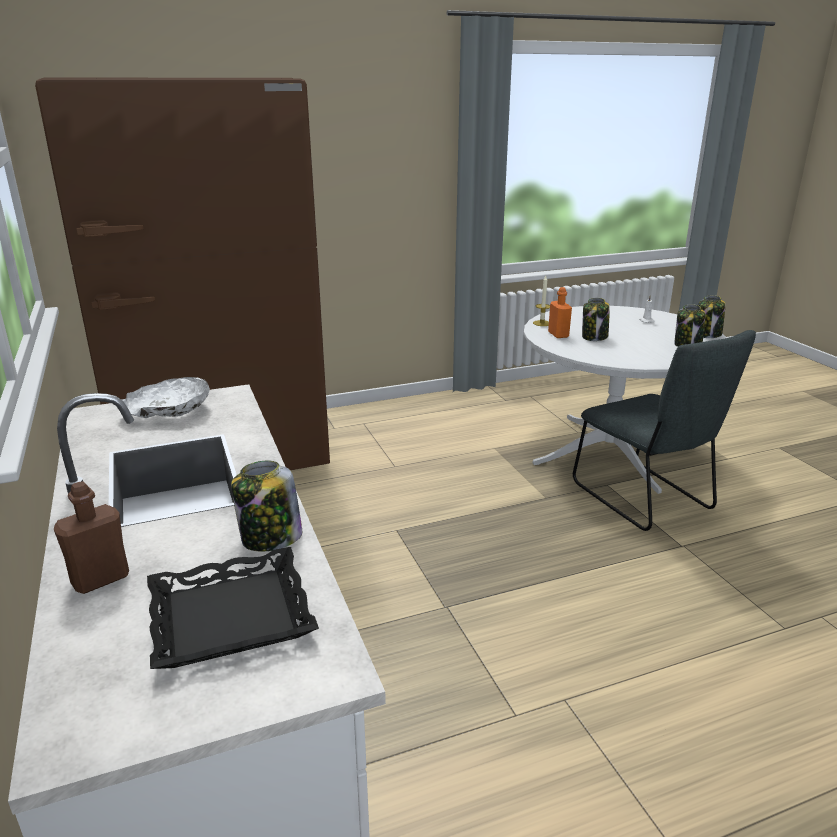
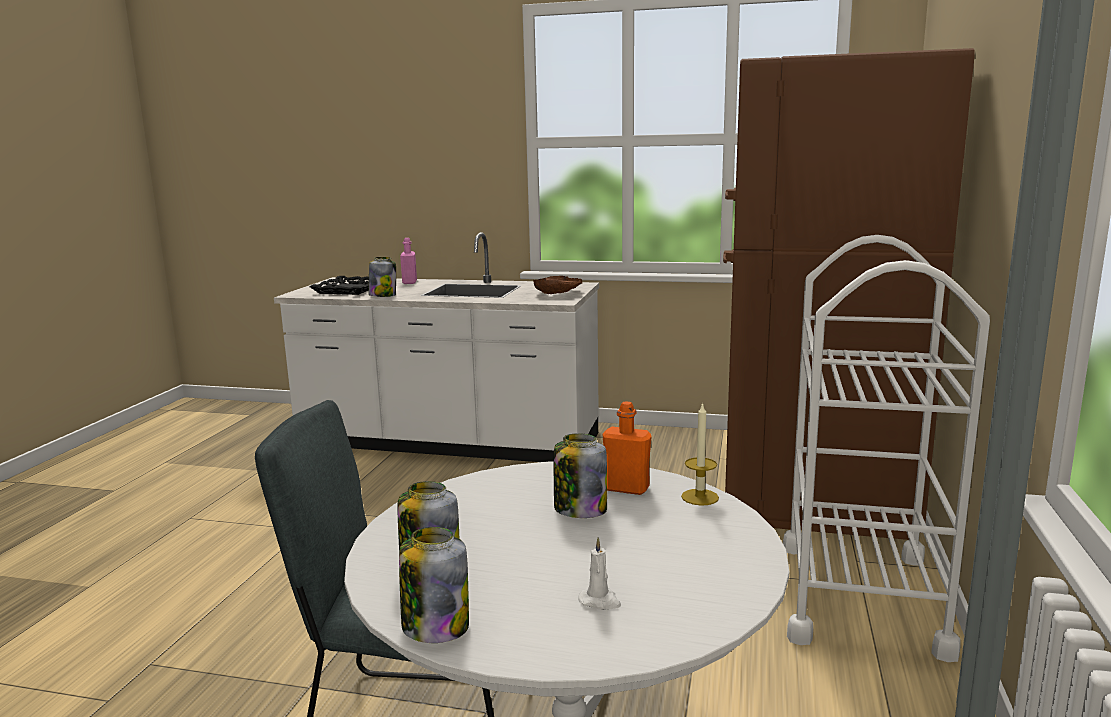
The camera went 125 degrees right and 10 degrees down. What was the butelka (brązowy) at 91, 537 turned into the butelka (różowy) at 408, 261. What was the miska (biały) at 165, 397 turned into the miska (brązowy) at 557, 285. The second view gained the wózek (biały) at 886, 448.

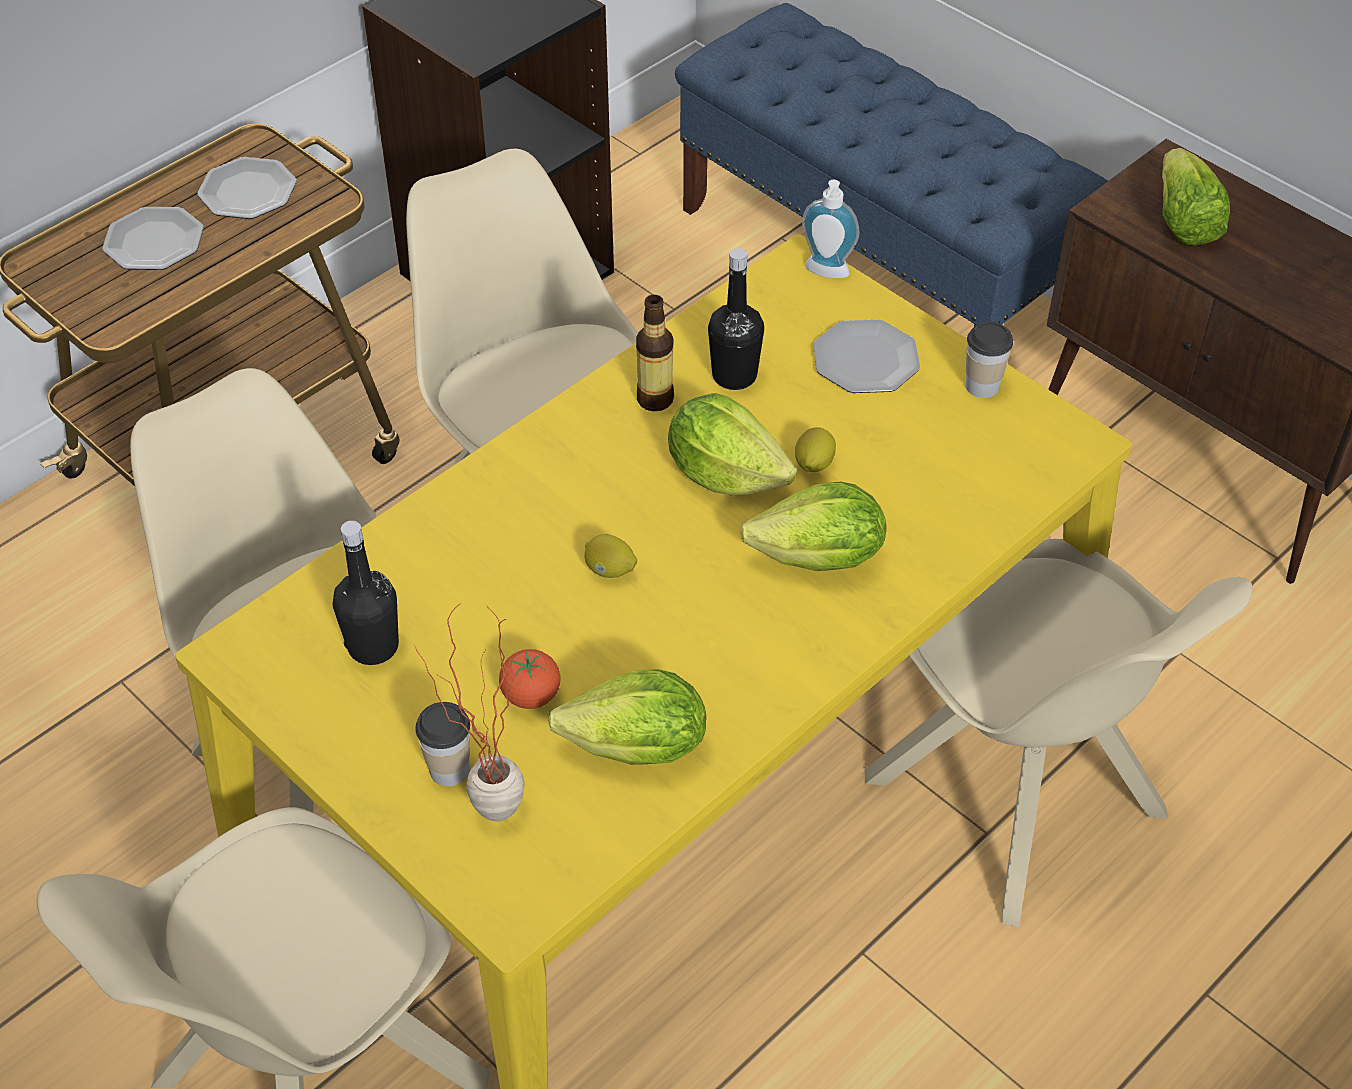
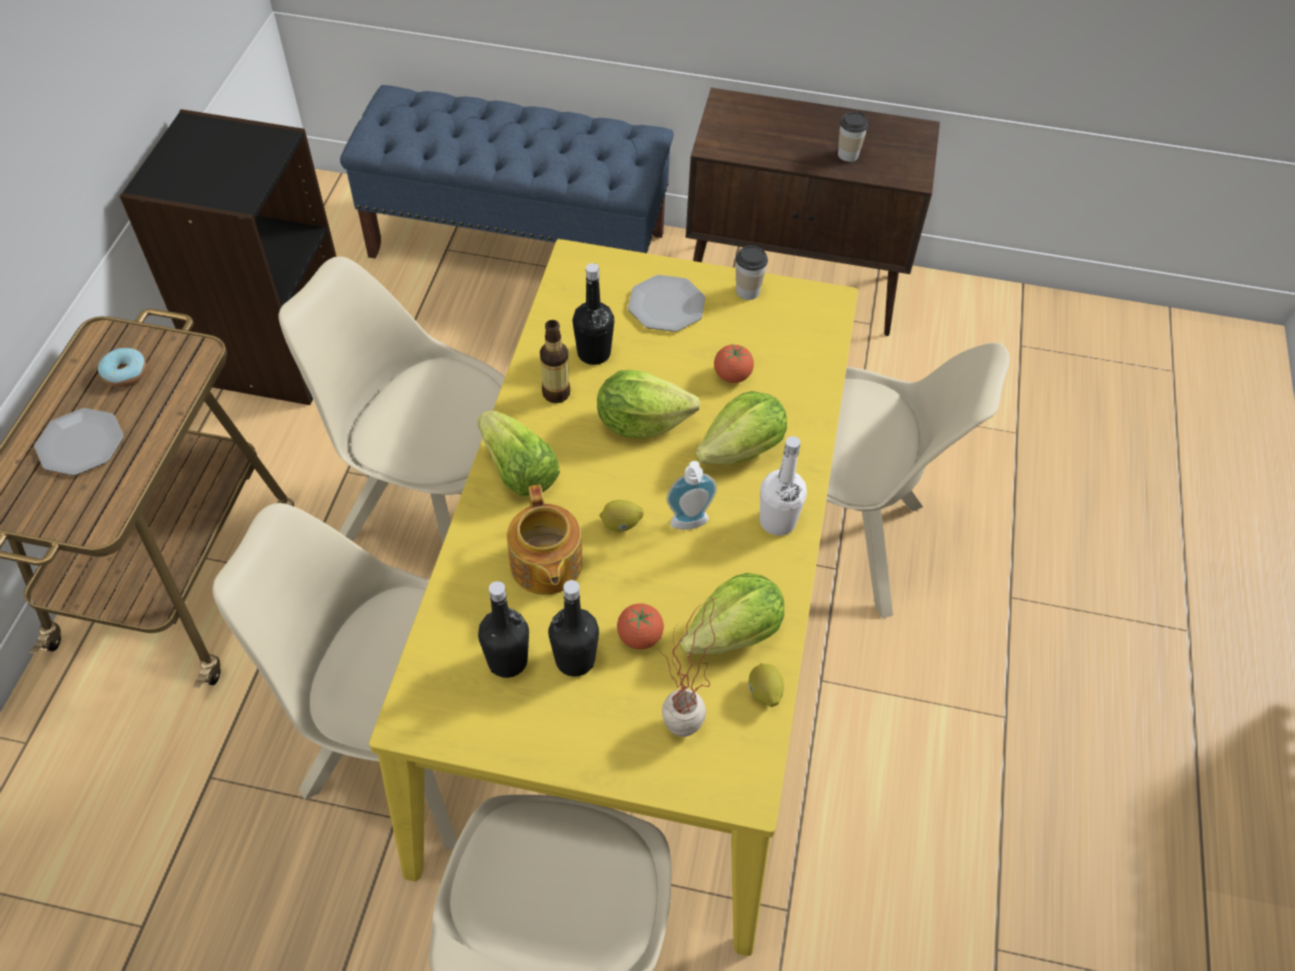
The camera went 35 degrees left and 5 degrees up. Where the talerz stood at 247, 188, the donut came to stand at 122, 367. The sałata ended up elsewhere, having gone from 1196, 196 to 518, 454. The second view gained the imbryk at 545, 540. The second view gained the butelka (czarny) at 573, 628. The dozownik mydła ended up elsewhere, having gone from 831, 229 to 691, 495. The second view gained the pomidor at 734, 363. The cytryna ended up elsewhere, having gone from 815, 449 to 766, 685. The second view gained the butelka (biały) at 783, 486. The filiżanka ended up elsewhere, having gone from 442, 744 to 853, 137.

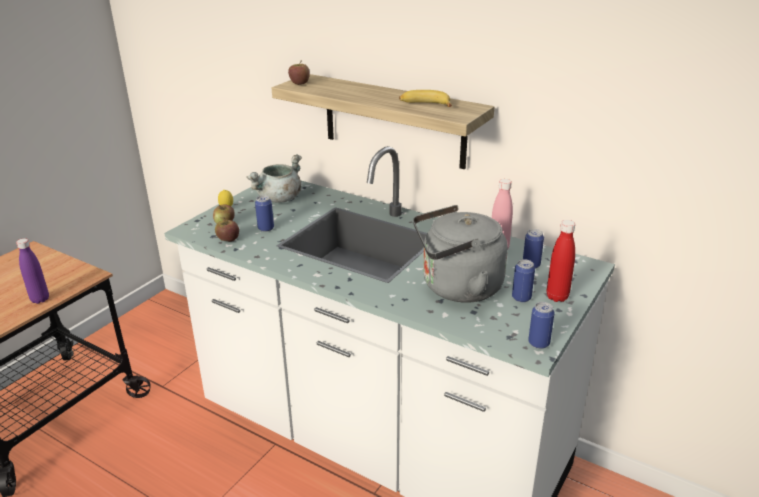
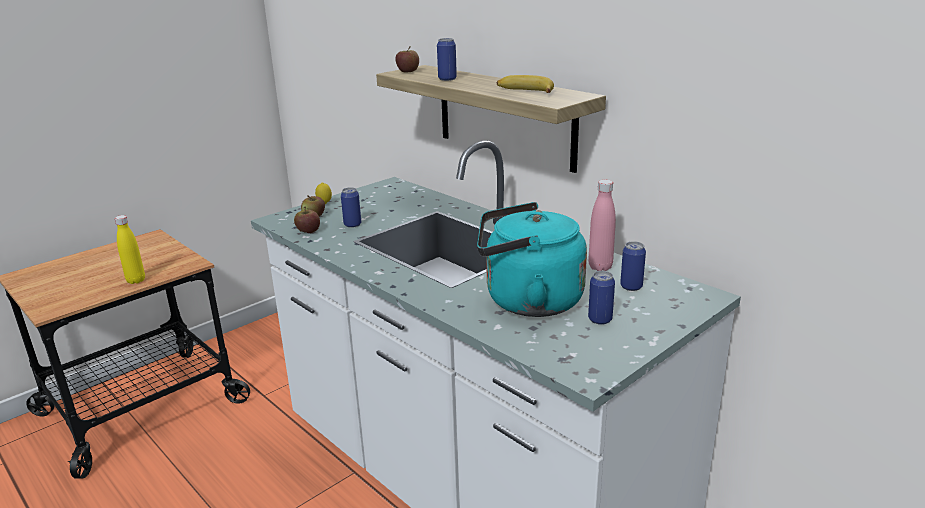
The camera went 15 degrees right and 5 degrees down. What was the butelka (fioletowy) at 32, 271 turned into the butelka (żółty) at 130, 249. The puszka ended up elsewhere, having gone from 541, 325 to 447, 59. What was the czajnik (szary) at 460, 254 turned into the czajnik (turkusowy) at 532, 259. The second view lost the garnek (szary) at 274, 178. The second view lost the butelka (czerwony) at 560, 261.

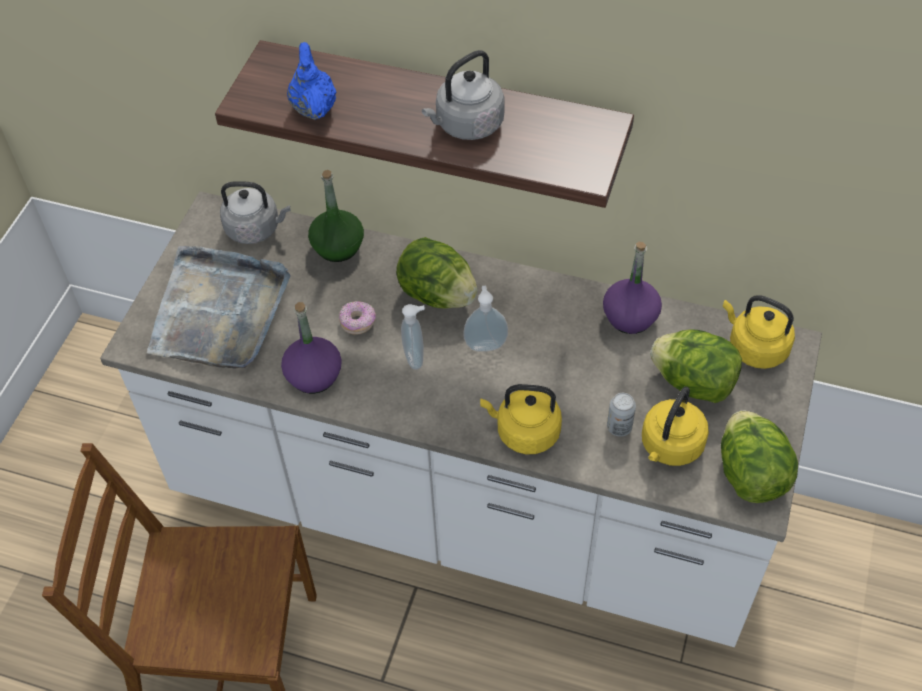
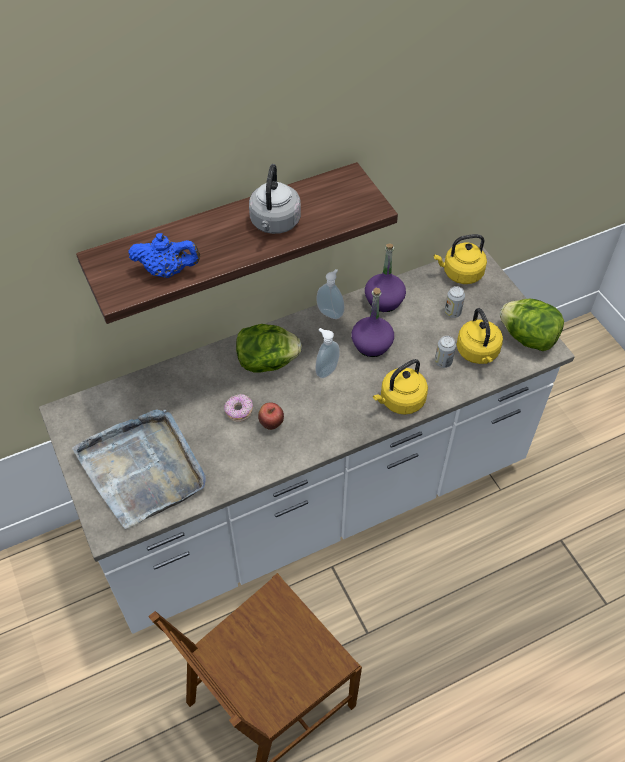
The camera went 45 degrees left and 0 degrees up. The imbryk (niebieski) at 311, 81 ended up facing another way, 150 degrees clockwise from before. The second view gained the jabłko at 271, 416. The dozownik mydła ended up elsewhere, having gone from 413, 337 to 330, 294. The butelka (fioletowy) ended up elsewhere, having gone from 311, 348 to 373, 322. Where the sałata stood at 696, 366, the puszka came to stand at 455, 302. The second view lost the czajnik (szary) at 255, 212. The second view lost the butelka (zielony) at 336, 216.

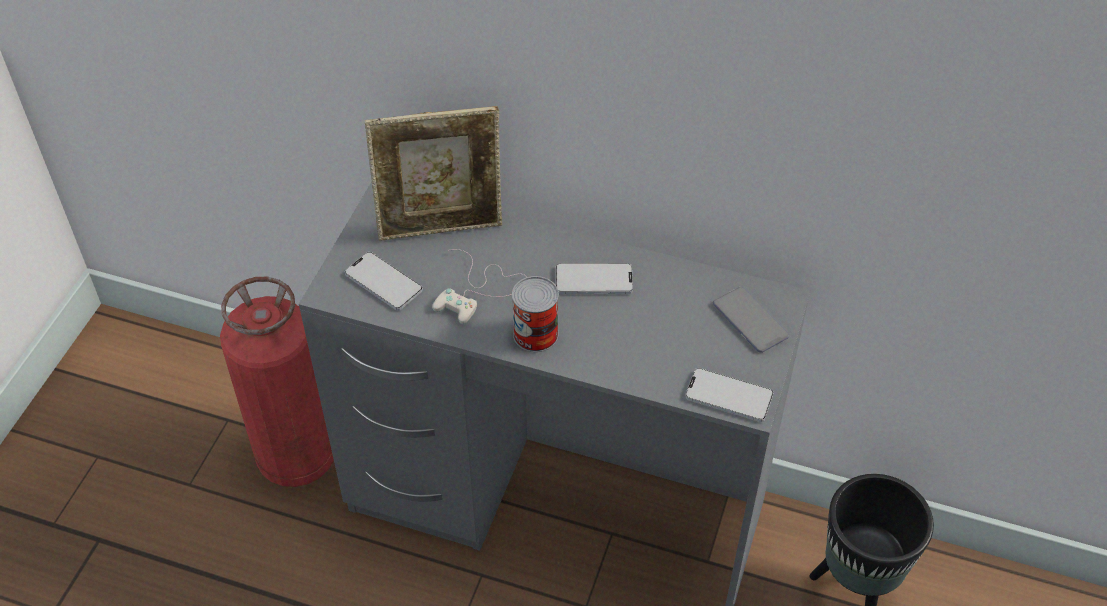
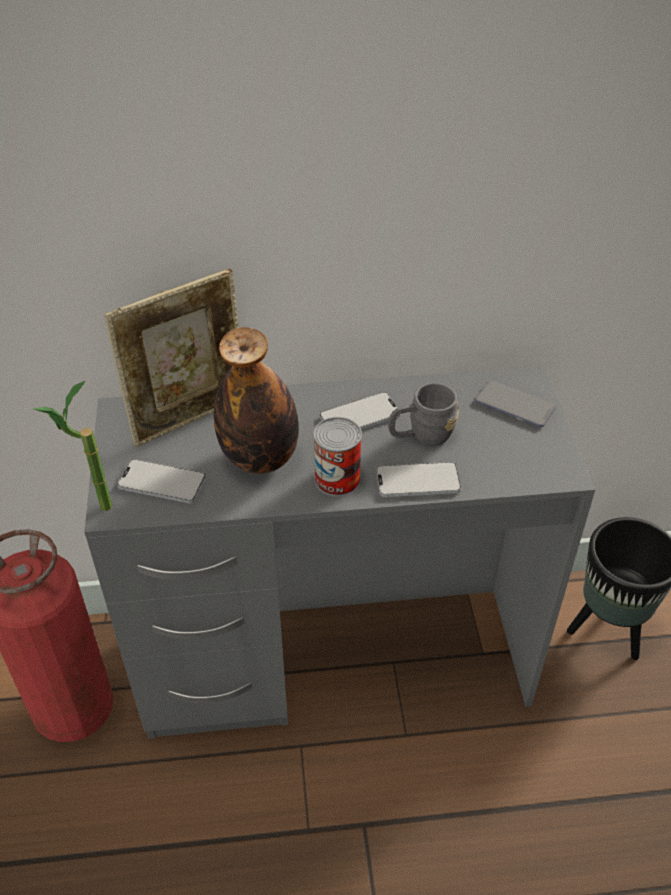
The camera went 25 degrees left and 5 degrees down. The second view gained the roślina doniczkowa at 73, 446. Where the pad do gier (biały) stood at 479, 286, the butelka came to stand at 256, 400. The telefon ended up elsewhere, having gone from 729, 395 to 418, 479. The second view gained the kubek (szary) at 423, 414.

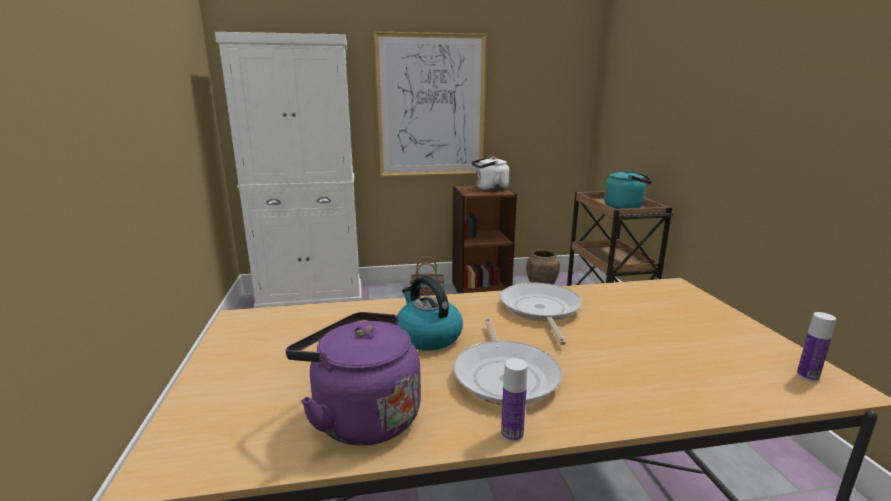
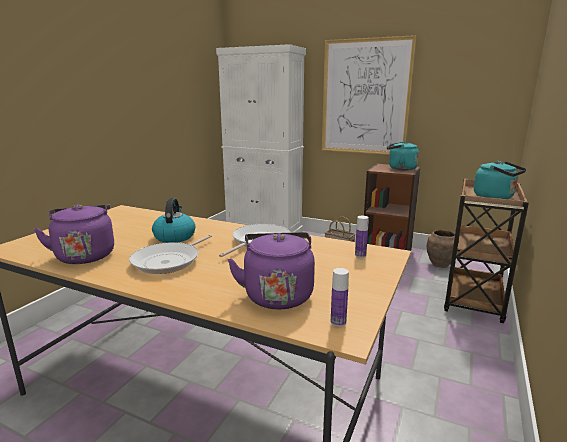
The camera went 35 degrees right and 0 degrees up. The second view gained the czajnik (fioletowy) at 271, 270. The butelka ended up elsewhere, having gone from 514, 400 to 362, 237. What was the czajnik (biały) at 490, 174 turned into the czajnik (turkusowy) at 403, 155.

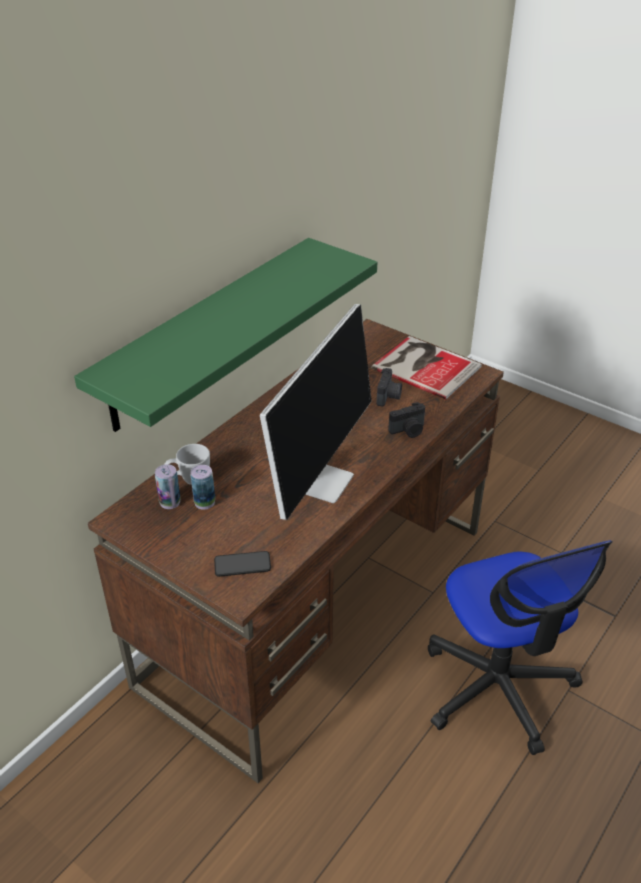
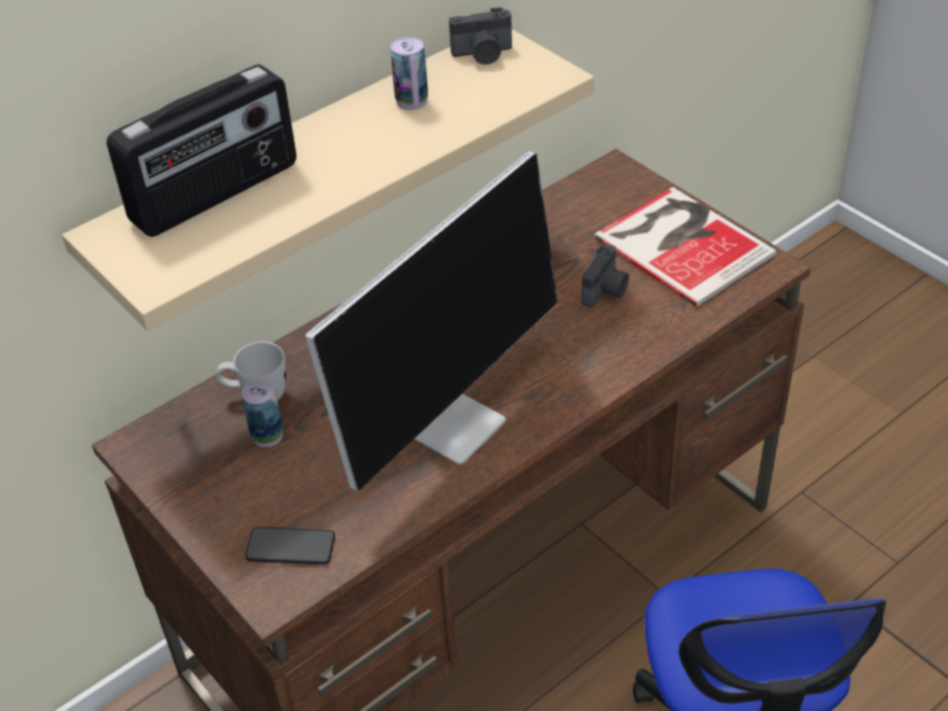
The camera went 15 degrees right and 5 degrees up. What was the półka (zielony) at 225, 335 turned into the półka (beżowy) at 328, 180. The second view gained the radio at 202, 150. The puszka ended up elsewhere, having gone from 167, 486 to 409, 73. The aparat fotograficzny ended up elsewhere, having gone from 406, 420 to 480, 36.

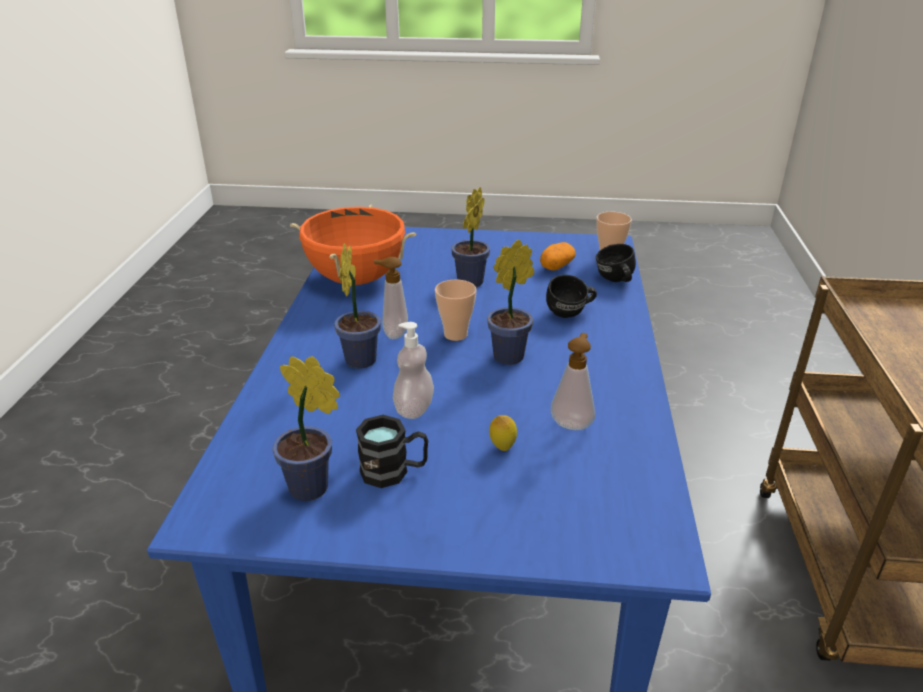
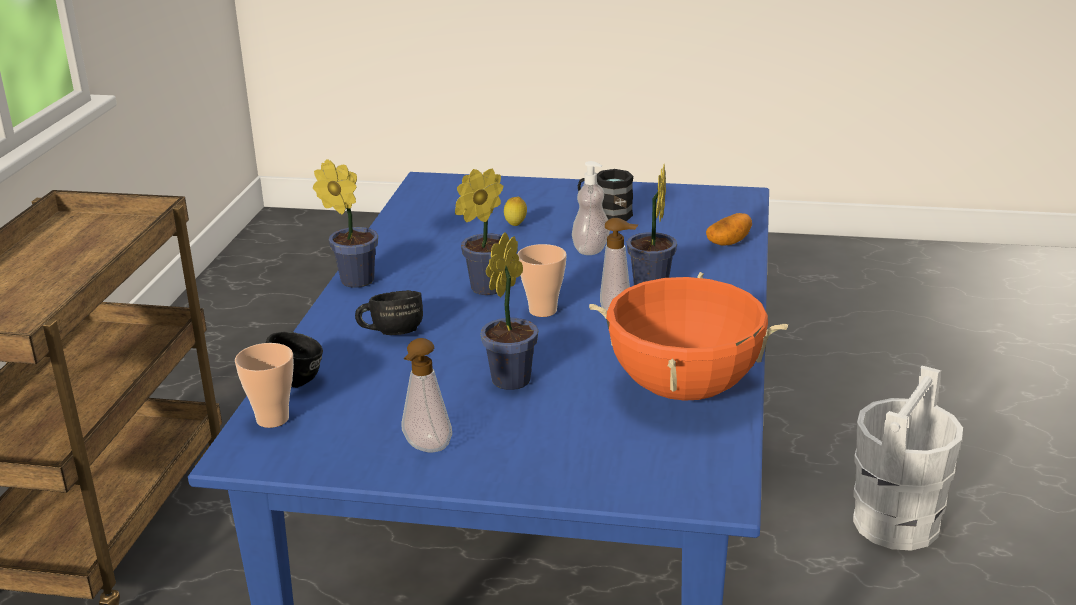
The camera went 175 degrees left and 5 degrees down. The roślina doniczkowa ended up elsewhere, having gone from 306, 428 to 345, 223. The dozownik mydła ended up elsewhere, having gone from 573, 381 to 426, 395. The ziemniak ended up elsewhere, having gone from 558, 256 to 729, 229. The second view gained the wiadro (biały) at 908, 458.

